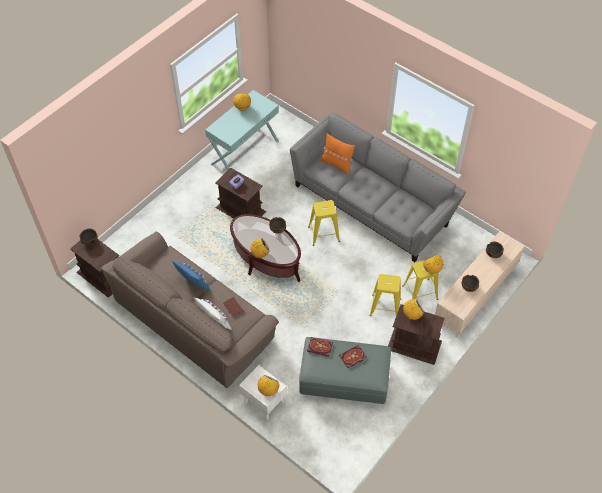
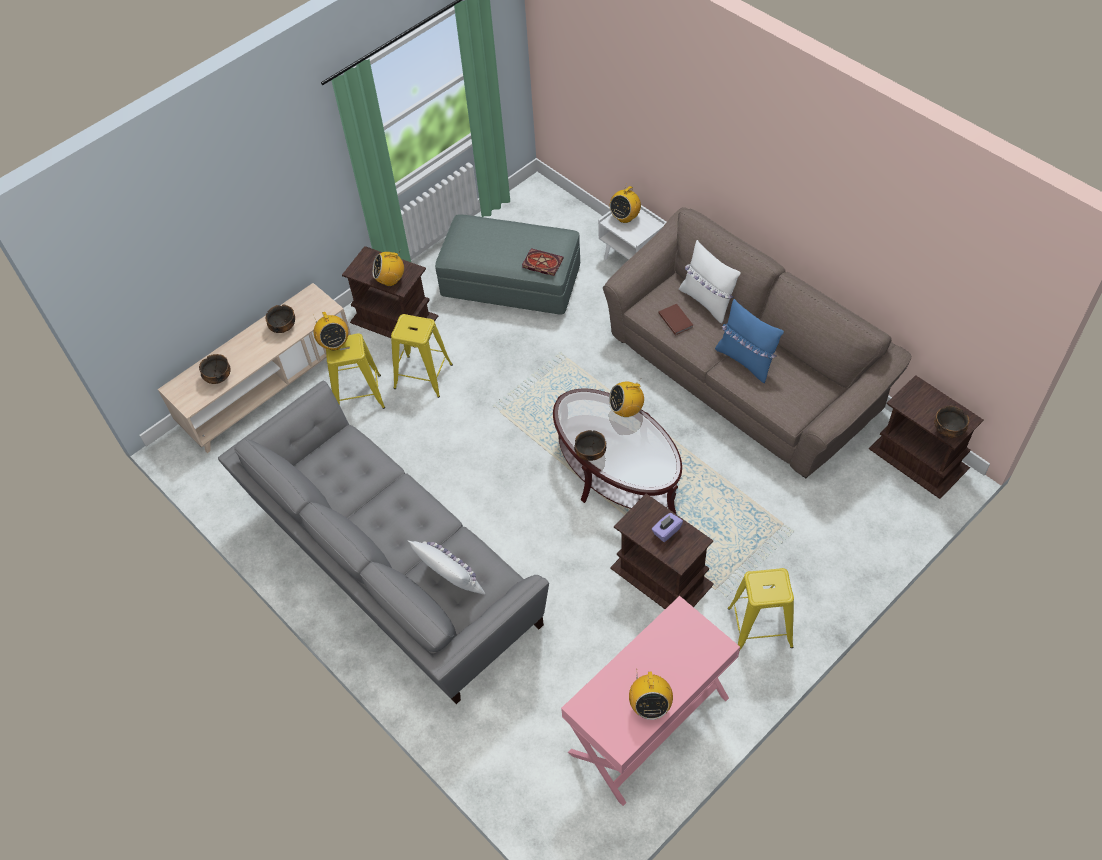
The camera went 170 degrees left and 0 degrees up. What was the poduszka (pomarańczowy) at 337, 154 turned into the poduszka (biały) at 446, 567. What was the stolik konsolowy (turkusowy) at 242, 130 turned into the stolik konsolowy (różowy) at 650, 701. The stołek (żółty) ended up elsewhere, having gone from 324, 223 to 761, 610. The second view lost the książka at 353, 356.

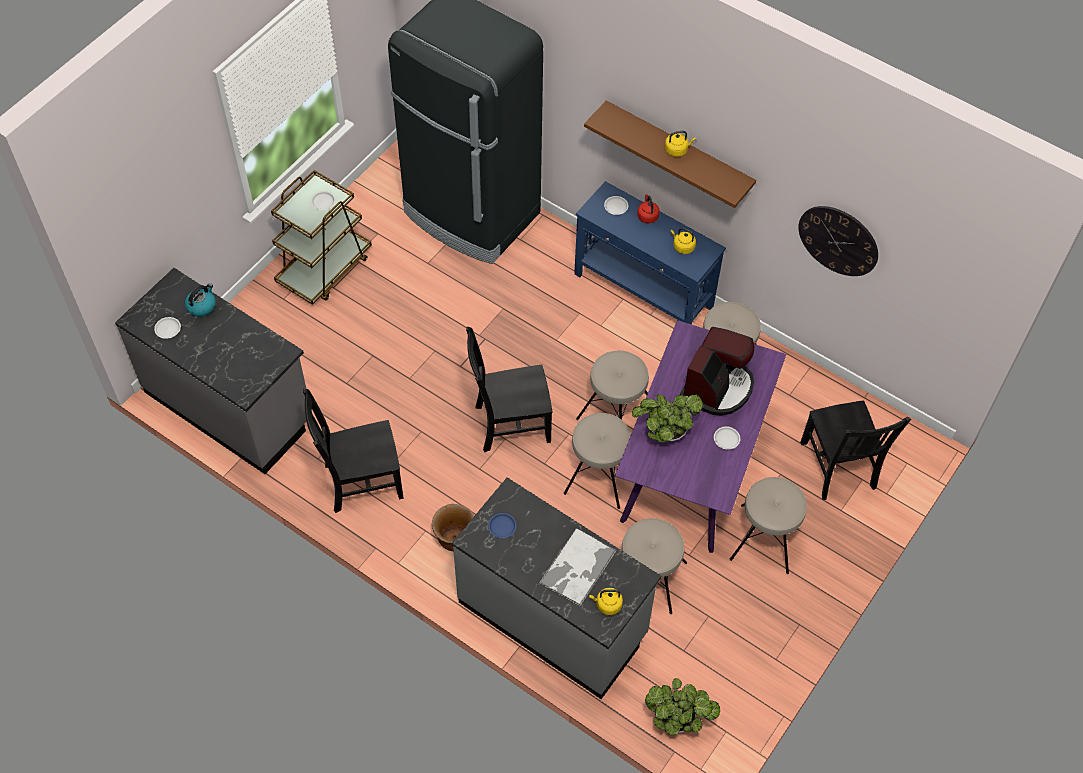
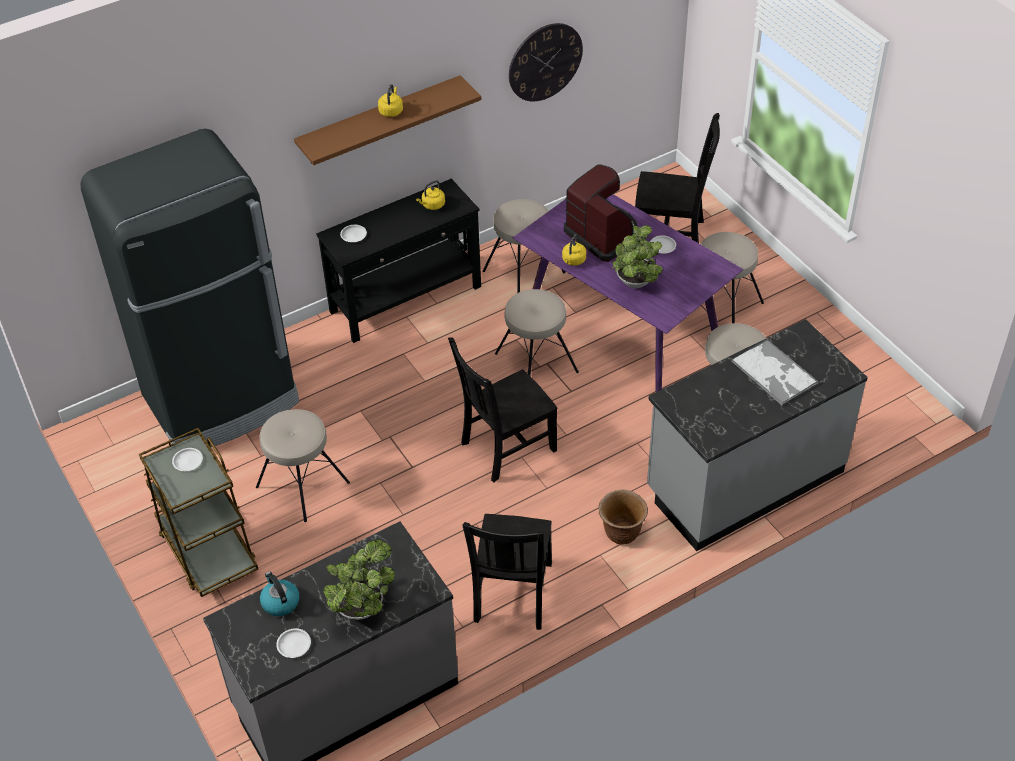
The camera went 65 degrees left and 10 degrees down. The stołek (beżowy) ended up elsewhere, having gone from 597, 461 to 303, 465. What was the stolik konsolowy (niebieski) at 650, 253 turned into the stolik konsolowy (czarny) at 398, 261. The roślina doniczkowa ended up elsewhere, having gone from 682, 706 to 359, 579. The krzesło (czarny) at 509, 389 ended up facing another way, 45 degrees clockwise from before. The czajnik (żółty) ended up elsewhere, having gone from 606, 601 to 574, 250. The second view lost the talerz (niebieski) at 502, 525. The second view lost the czajnik (czerwony) at 648, 208.

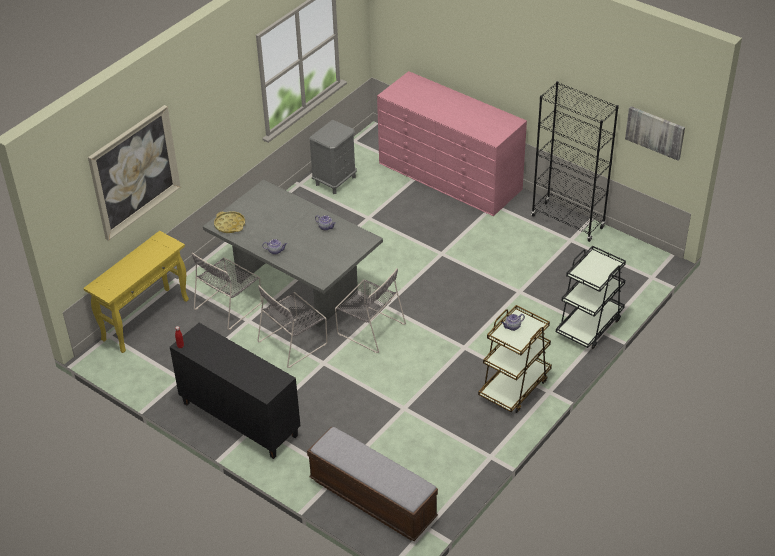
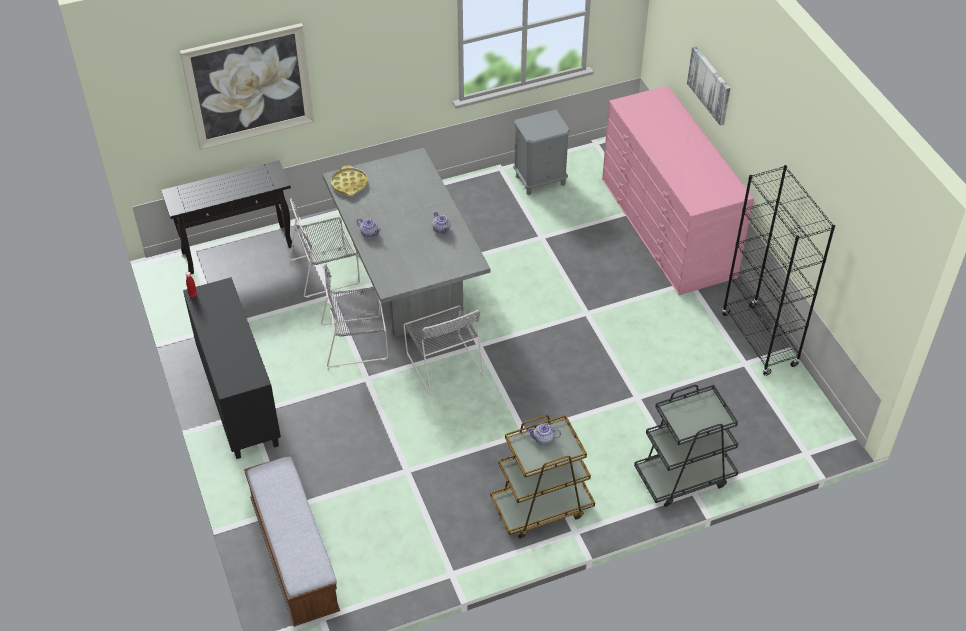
The camera went 30 degrees right and 5 degrees up. What was the stolik konsolowy (żółty) at 136, 292 turned into the stolik konsolowy (czarny) at 226, 217. The obraz ended up elsewhere, having gone from 655, 133 to 708, 86.

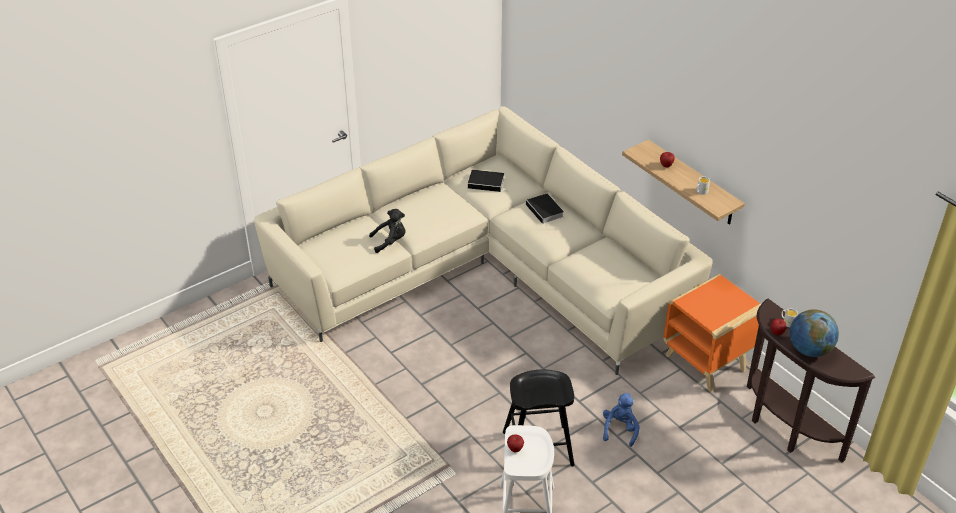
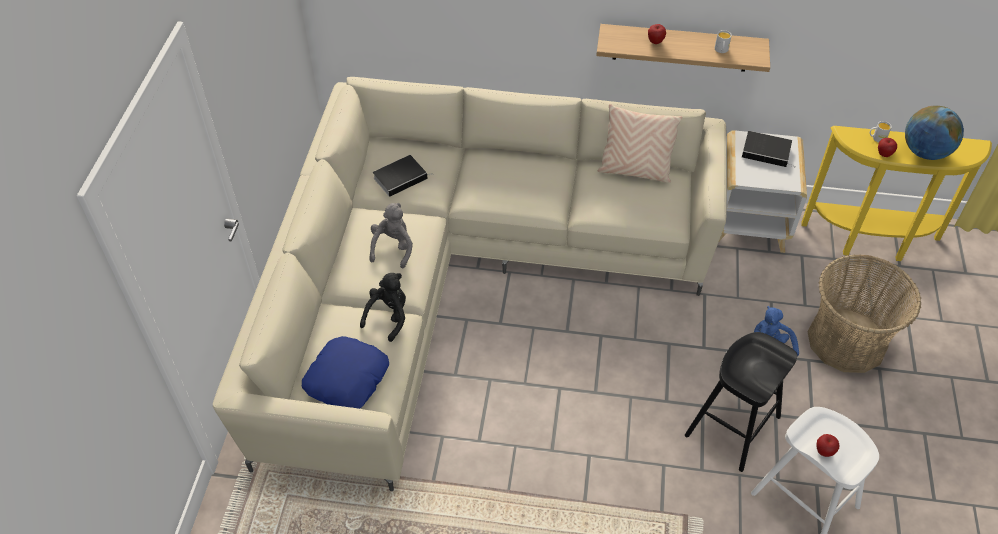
The camera went 45 degrees left and 10 degrees up. The second view gained the poduszka (niebieski) at 345, 372. The second view gained the pluszak (szary) at 391, 235. The second view gained the poduszka (beżowy) at 640, 143. What was the stolik (pomarańczowy) at 712, 333 turned into the stolik (biały) at 763, 192. The książka ended up elsewhere, having gone from 545, 209 to 768, 149. What was the stolik konsolowy (brązowy) at 811, 380 turned into the stolik konsolowy (żółty) at 896, 193. The second view gained the koszyk at 864, 313.

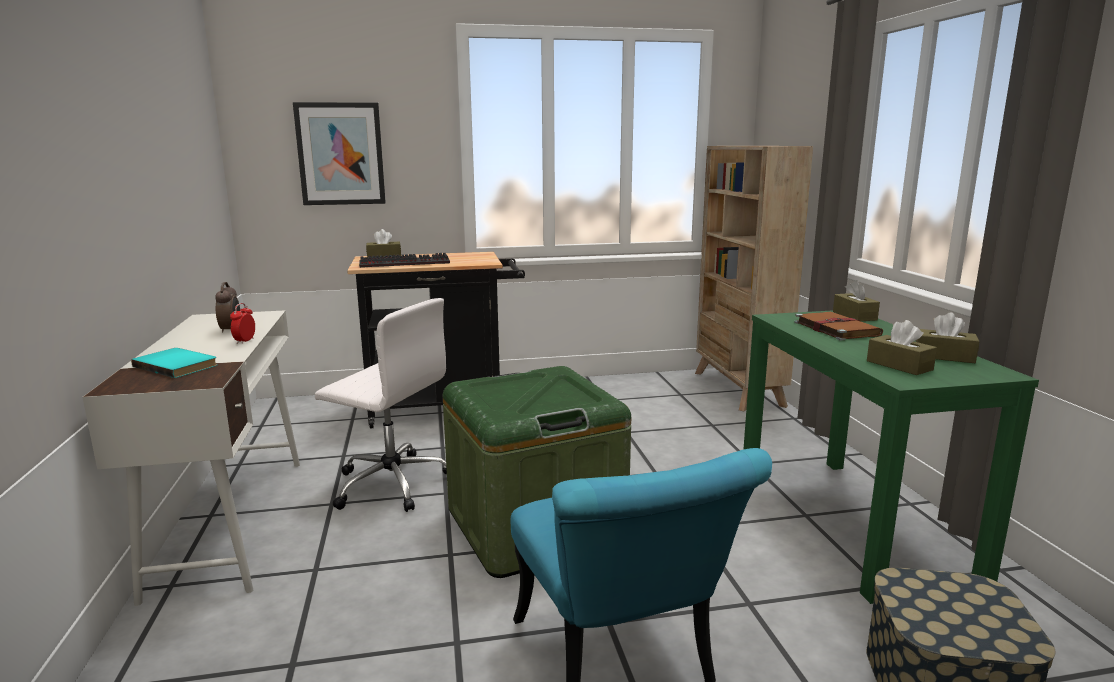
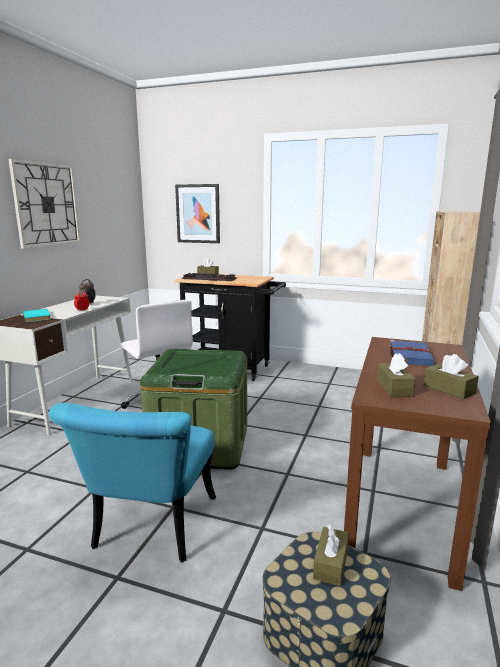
The camera went 30 degrees right and 0 degrees up. The second view gained the zegar ścienny at 44, 204. The pudełko chusteczek (brązowy) ended up elsewhere, having gone from 856, 300 to 331, 555. What was the stolik konsolowy (zielony) at 891, 457 turned into the stolik konsolowy (brązowy) at 417, 464. What was the książka (brązowy) at 838, 326 turned into the książka (niebieski) at 412, 353.

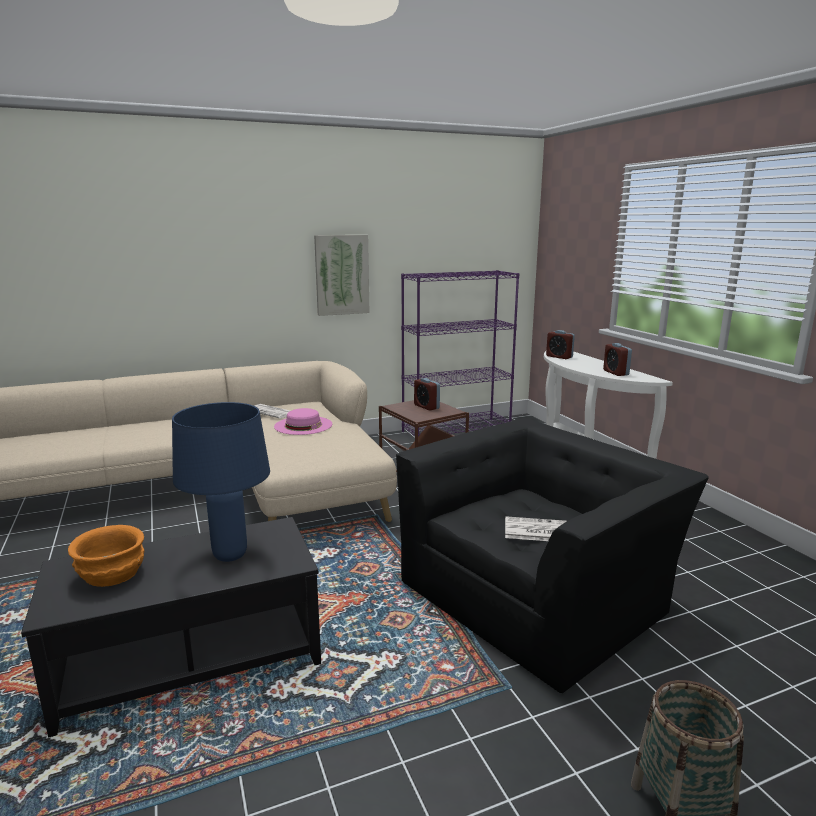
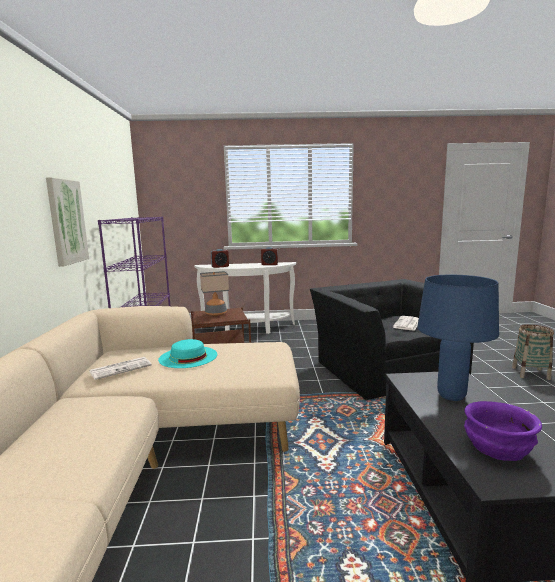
The camera went 70 degrees left and 5 degrees down. What was the kapelusz (różowy) at 303, 421 turned into the kapelusz (turkusowy) at 187, 353. Where the budzik stood at 427, 394, the lampa stołowa came to stand at 214, 293. What was the miska (pomarańczowy) at 106, 556 turned into the miska (fioletowy) at 503, 431.

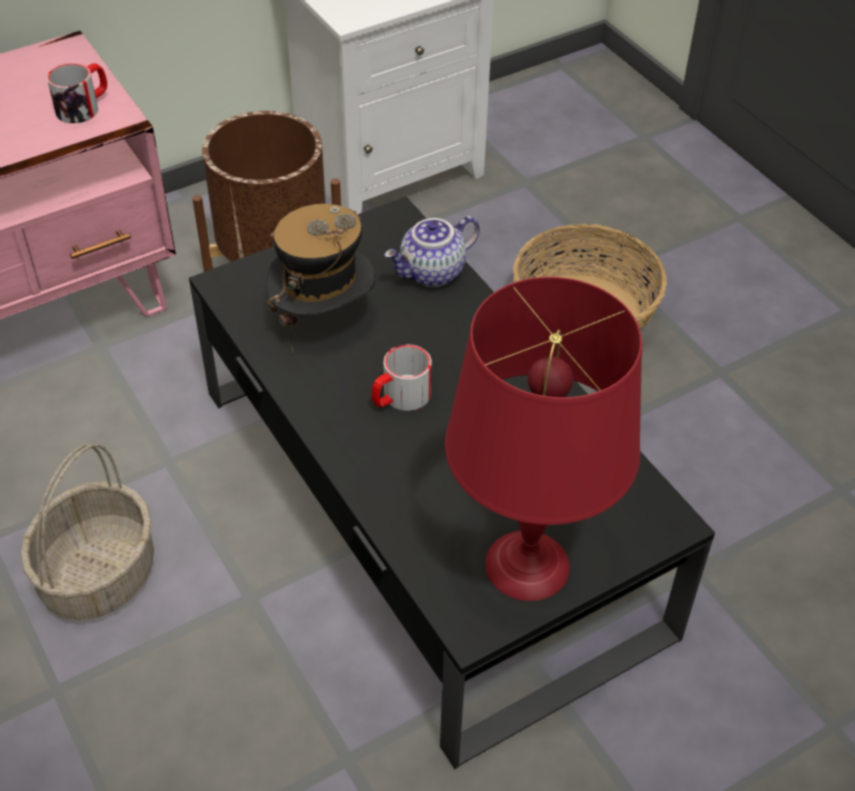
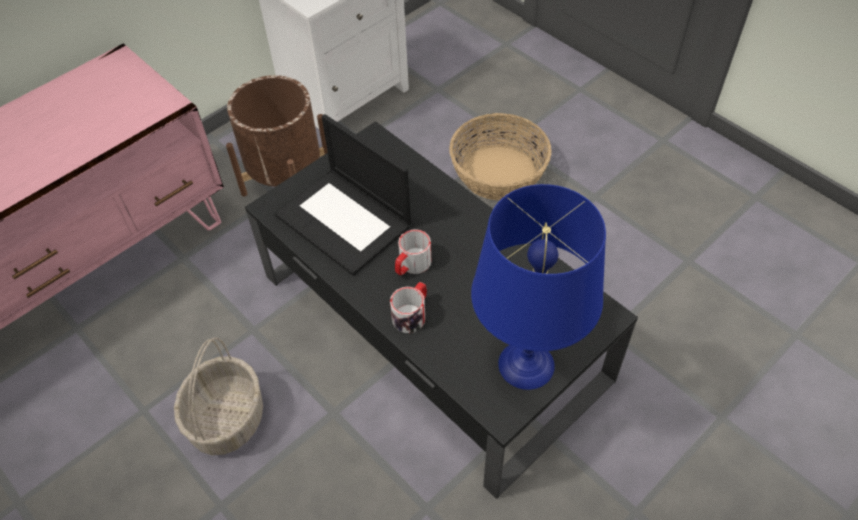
The camera went 10 degrees left and 5 degrees up. Where the kapelusz stood at 320, 279, the laptop came to stand at 343, 195. The kubek ended up elsewhere, having gone from 77, 93 to 408, 307. What was the lampa stołowa (czerwony) at 543, 439 turned into the lampa stołowa (niebieski) at 538, 287. The second view lost the imbryk at 432, 251.

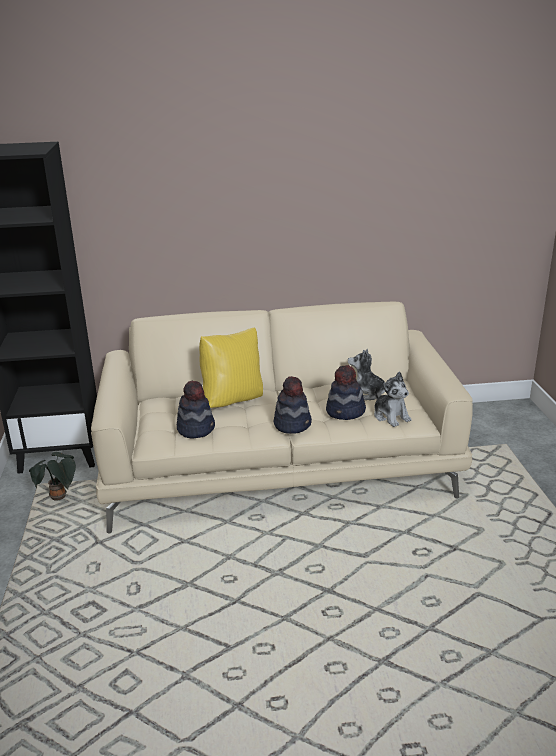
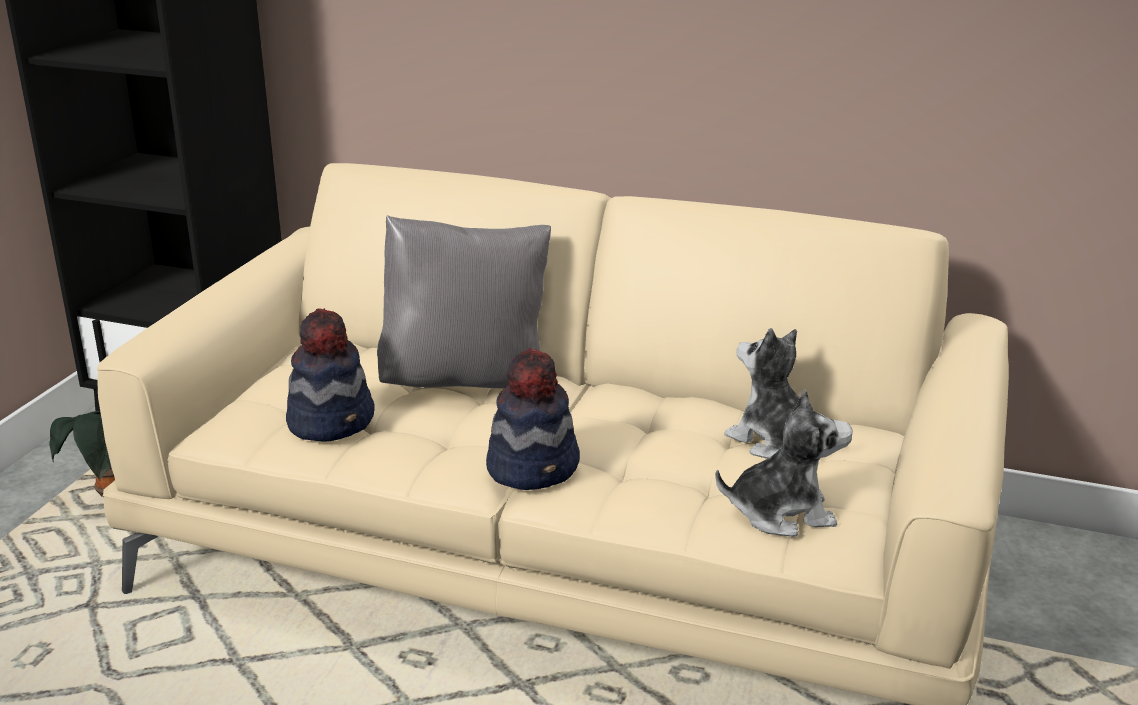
The camera went 25 degrees right and 0 degrees up. What was the poduszka (żółty) at 231, 368 turned into the poduszka (szary) at 464, 301. The pluszak at 393, 399 ended up facing another way, 90 degrees counterclockwise from before. The second view lost the kapelusz at 346, 392.

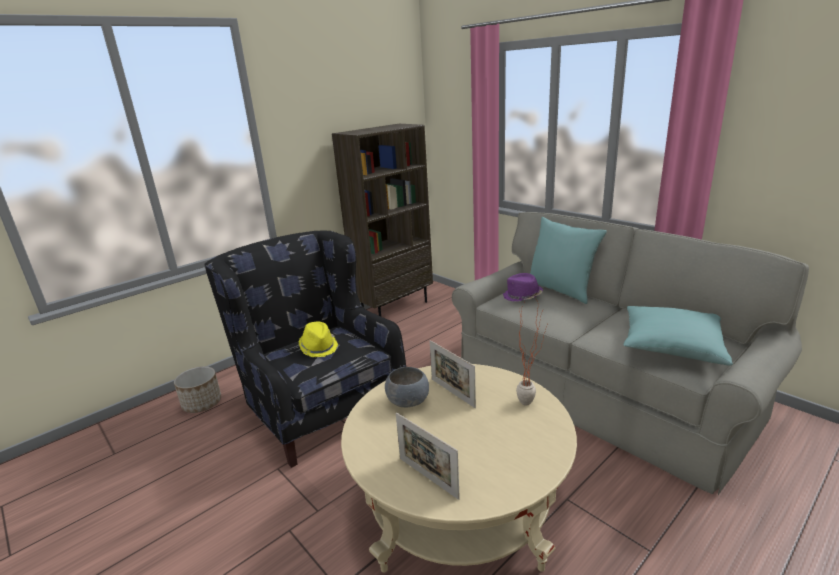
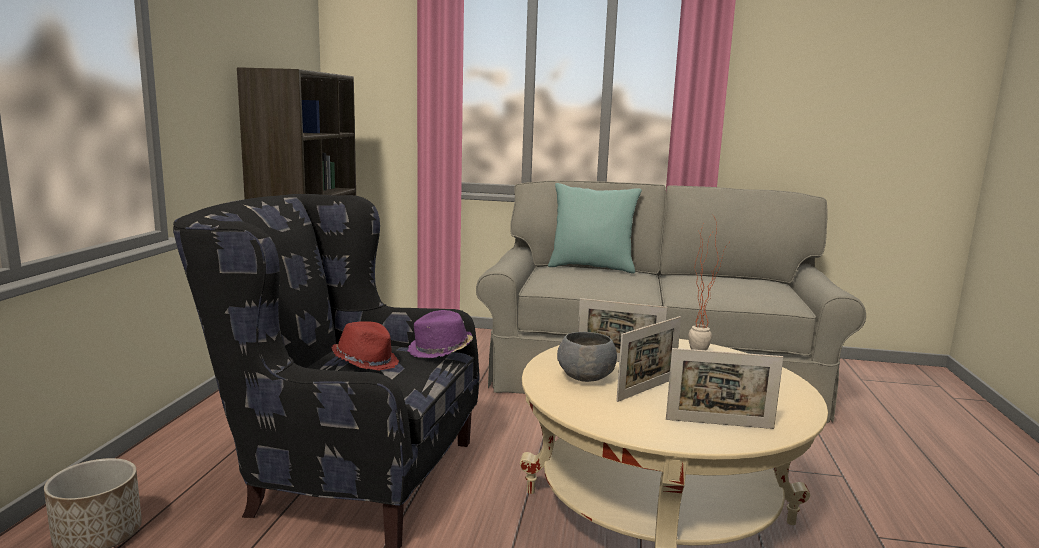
The camera went 40 degrees left and 10 degrees down. What was the kapelusz (żółty) at 318, 339 turned into the kapelusz (czerwony) at 365, 346. The kapelusz (fioletowy) ended up elsewhere, having gone from 523, 287 to 440, 334. The second view gained the ramka na zdjęcie at 648, 359. The second view lost the poduszka (turkusowy) at 678, 336.

